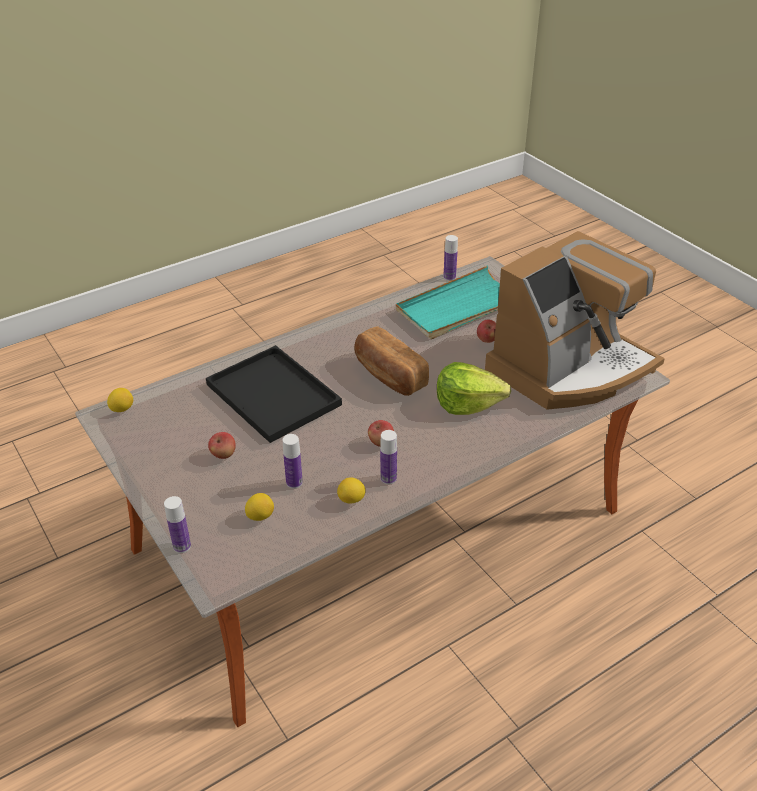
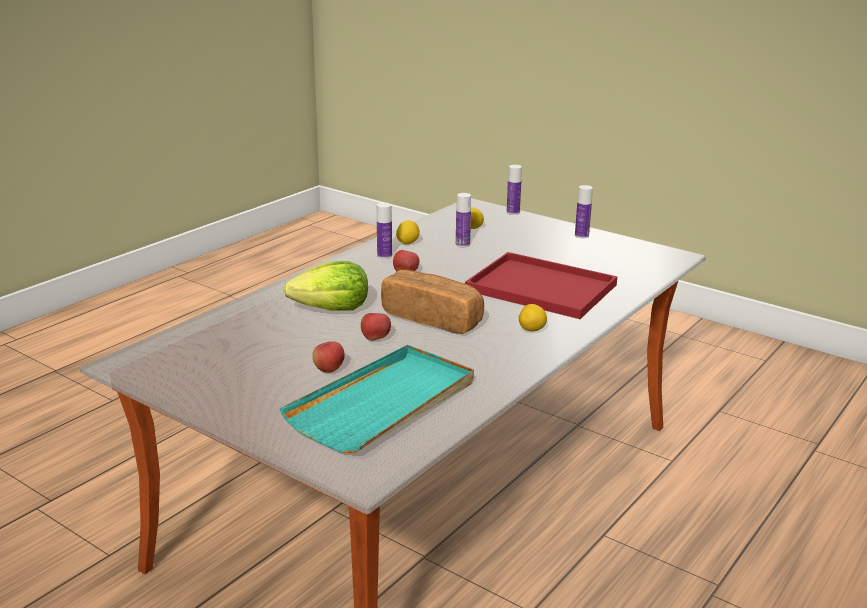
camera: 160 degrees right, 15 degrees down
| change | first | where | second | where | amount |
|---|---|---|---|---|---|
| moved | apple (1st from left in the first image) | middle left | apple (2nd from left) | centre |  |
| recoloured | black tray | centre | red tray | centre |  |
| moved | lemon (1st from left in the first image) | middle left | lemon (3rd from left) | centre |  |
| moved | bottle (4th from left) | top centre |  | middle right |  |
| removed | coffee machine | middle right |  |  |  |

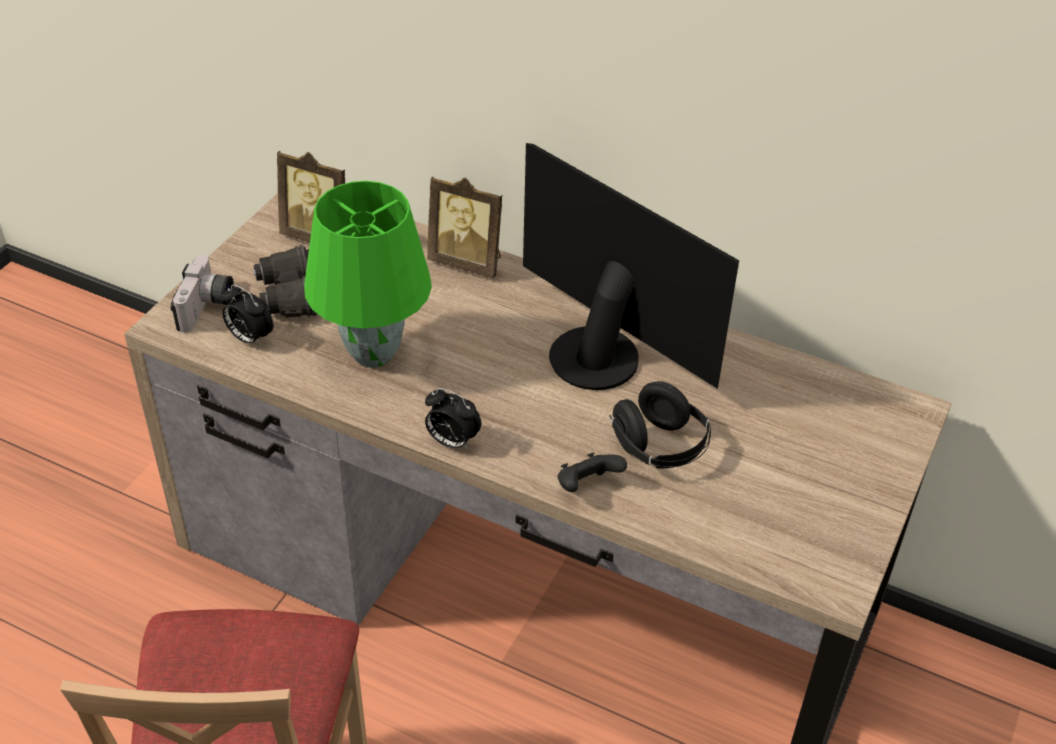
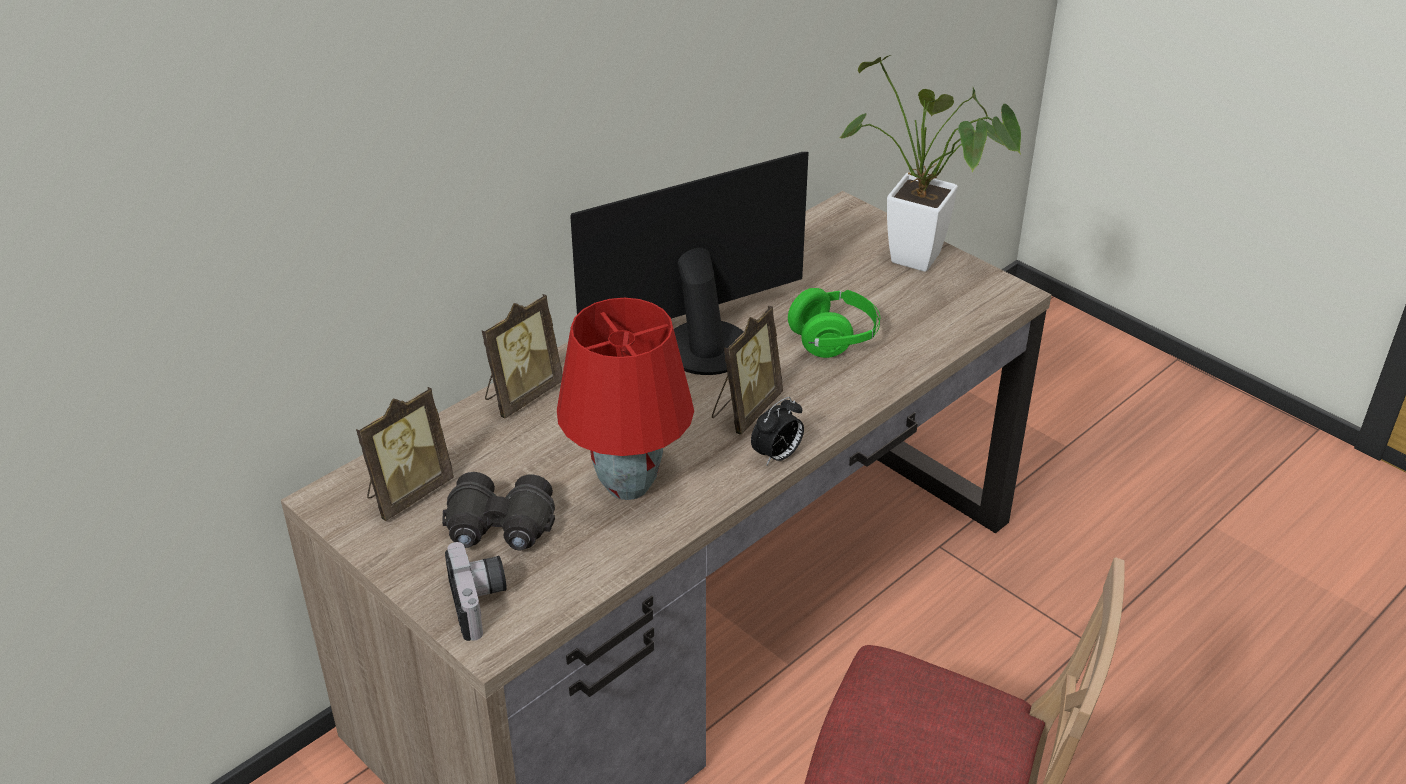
camera: 70 degrees left, 5 degrees down
| change | first | where | second | where | amount |
|---|---|---|---|---|---|
| turned | photo camera | middle left |  | bottom centre | 45 degrees clockwise |
| recoloured | green table lamp | centre | red table lamp | centre |  |
| added |  |  | picture frame (3rd from left) | centre |  |
| recoloured | black headphones | centre | green headphones | centre |  |
| added |  |  | potted plant | top centre |  |
| removed | alarm clock (1st from left) | middle left |  |  |  |
| removed | black game controller | centre |  |  |  |

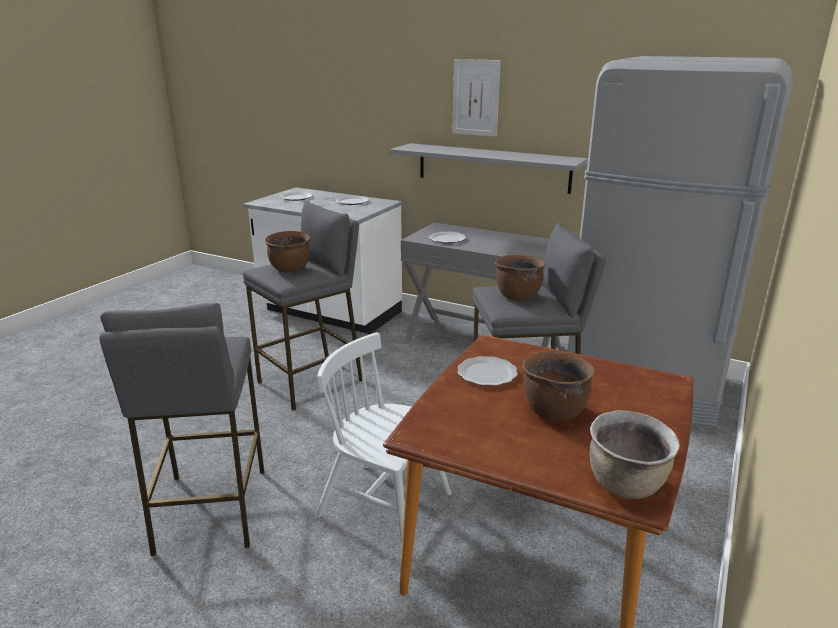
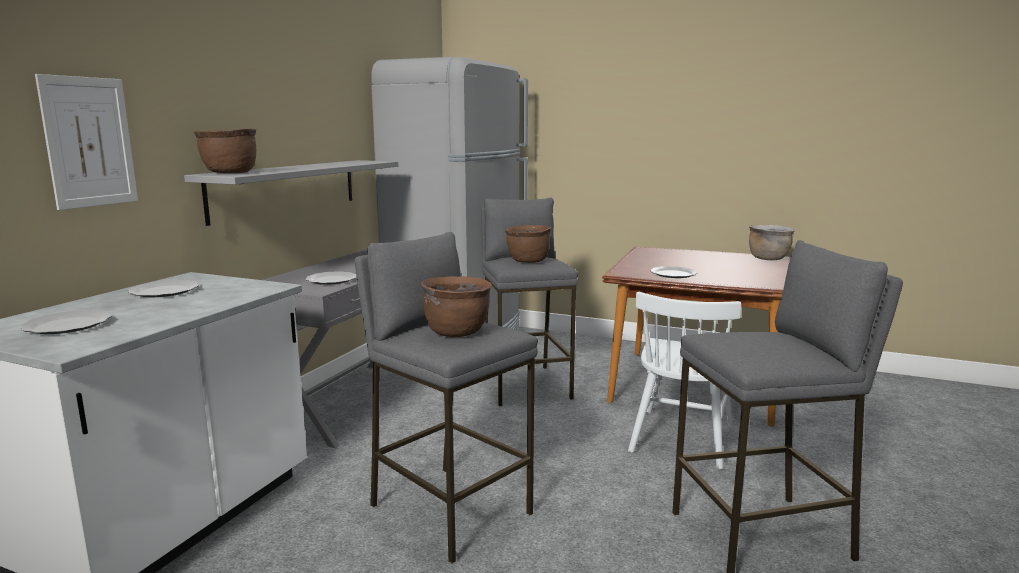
camera: 95 degrees left, 10 degrees down
| change | first | where | second | where | amount |
|---|---|---|---|---|---|
| moved | picture | top centre |  | top left |  |
| moved | brown cooking pot (3rd from left in the first image) | centre | brown cooking pot (1st from left) | top left |  |

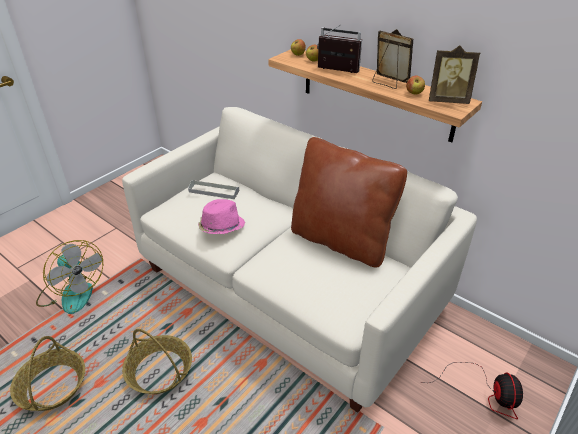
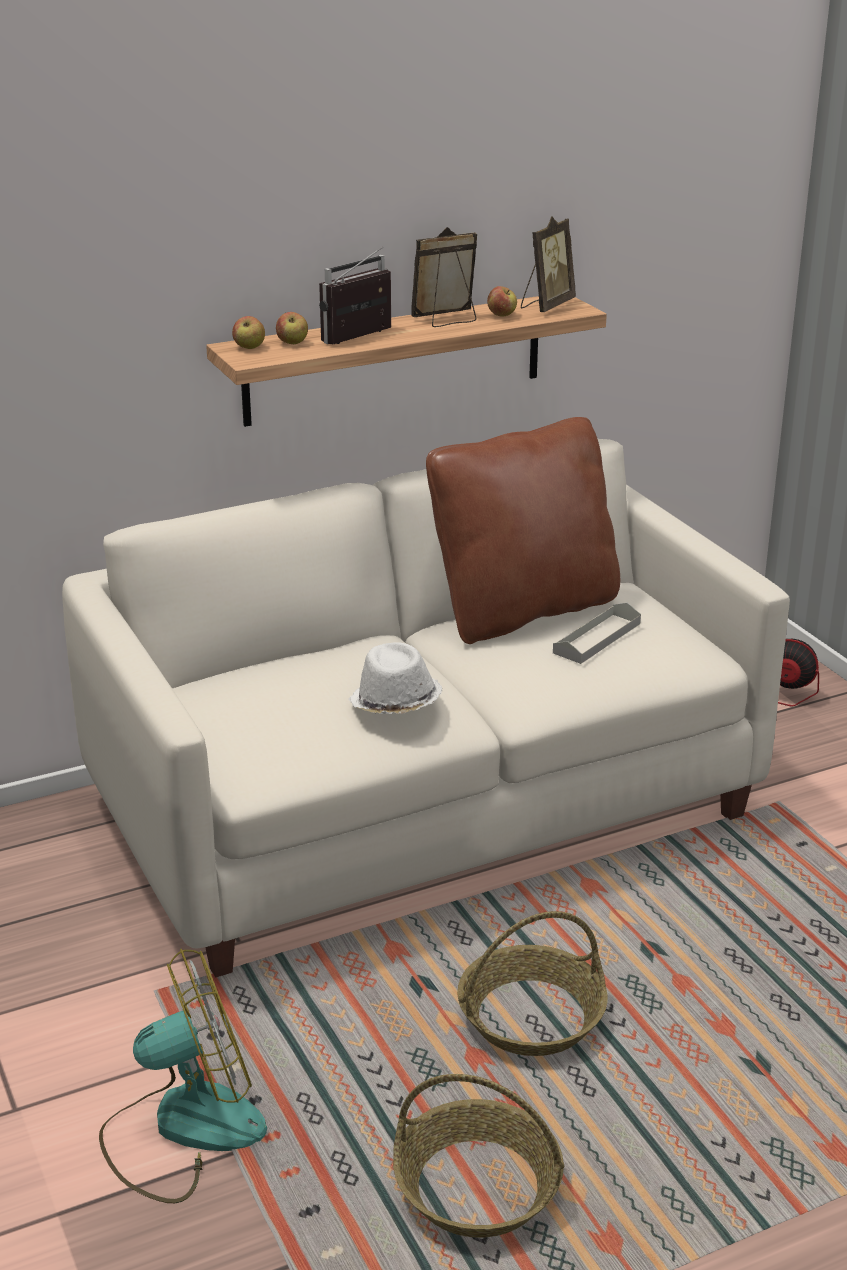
camera: 65 degrees left, 10 degrees down
| change | first | where | second | where | amount |
|---|---|---|---|---|---|
| recoloured | pink hat | centre | white hat | centre |  |
| moved | grey tray | centre |  | middle right |  |

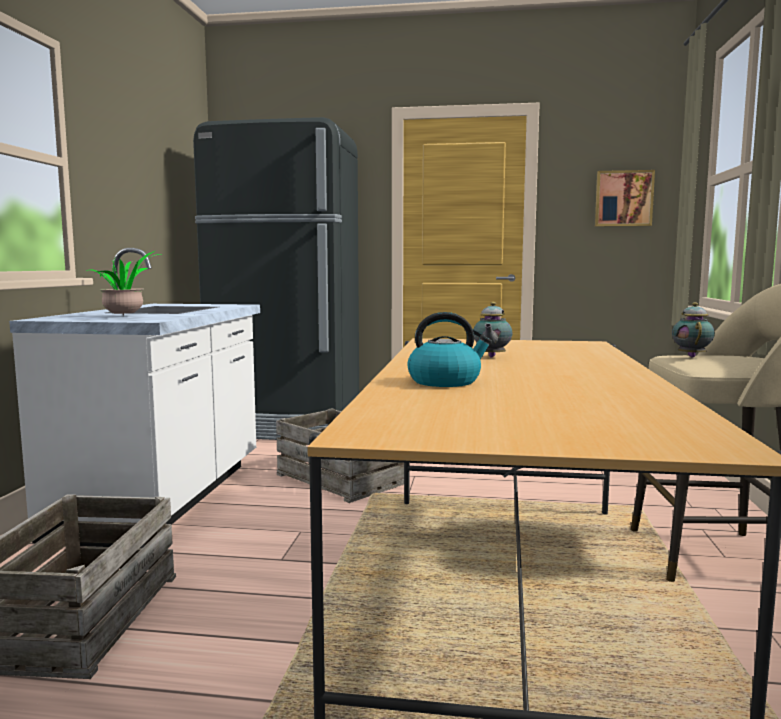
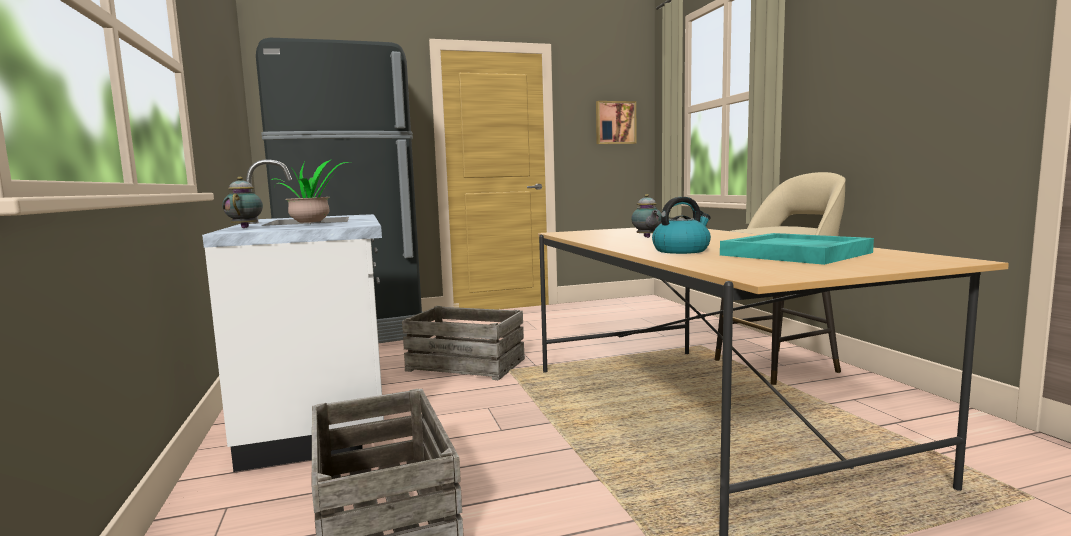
camera: 25 degrees left, 0 degrees up
| change | first | where | second | where | amount |
|---|---|---|---|---|---|
| moved | teapot (2nd from left in the first image) | middle right | teapot (1st from left) | middle left |  |
| added |  |  | turquoise tray | middle right |  |

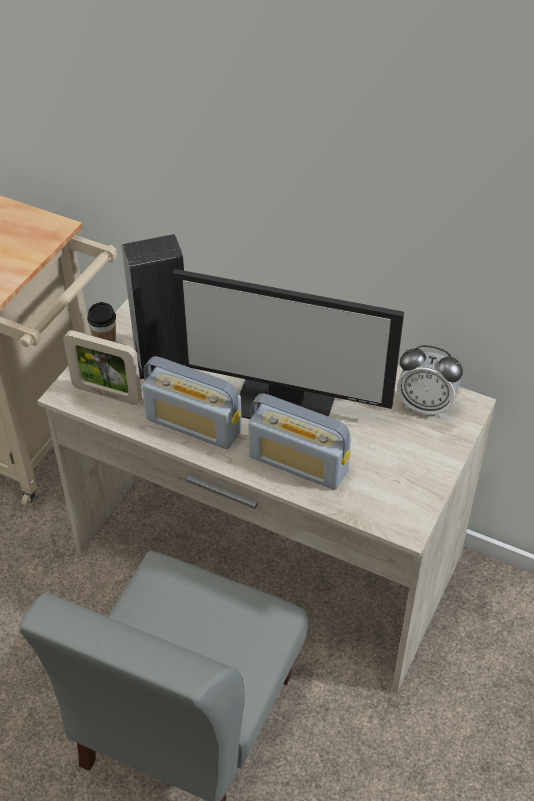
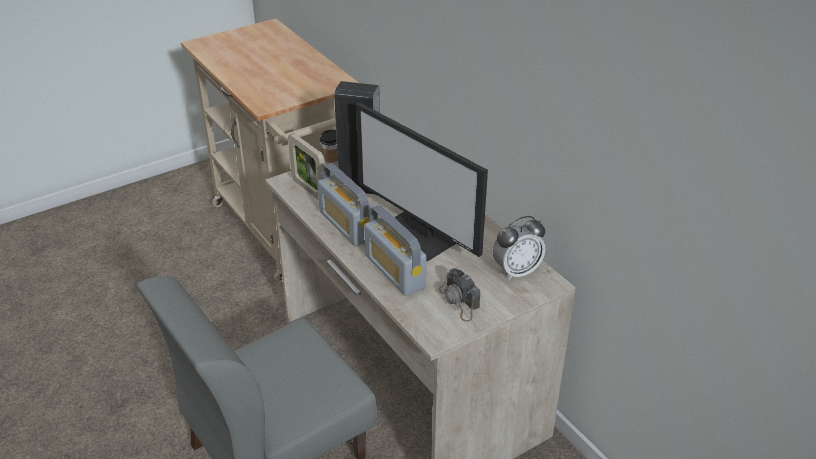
camera: 30 degrees right, 10 degrees down
| change | first | where | second | where | amount |
|---|---|---|---|---|---|
| added |  |  | photo camera | centre |  |
| turned | alarm clock | middle right |  | centre | 75 degrees counterclockwise |

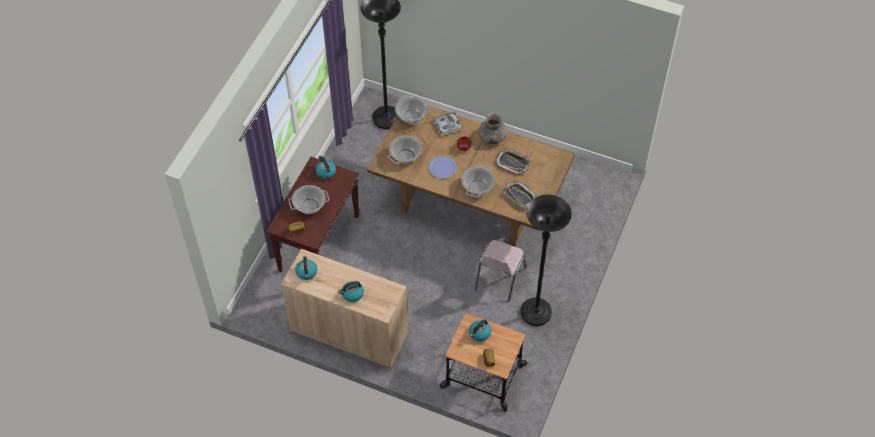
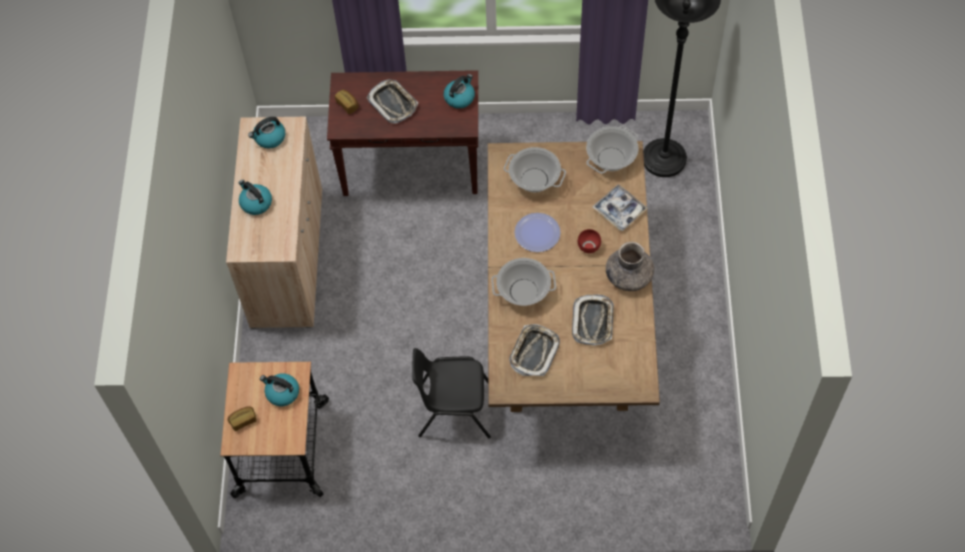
camera: 70 degrees right, 5 degrees up
| change | first | where | second | where | amount |
|---|---|---|---|---|---|
| replaced | cooking pot (1st from left) | centre | tray (1st from left) | top centre |  |
| recoloured | pink chair | centre | black chair | bottom centre |  |
| removed | black floor lamp (2nd from left) | centre |  |  |  |

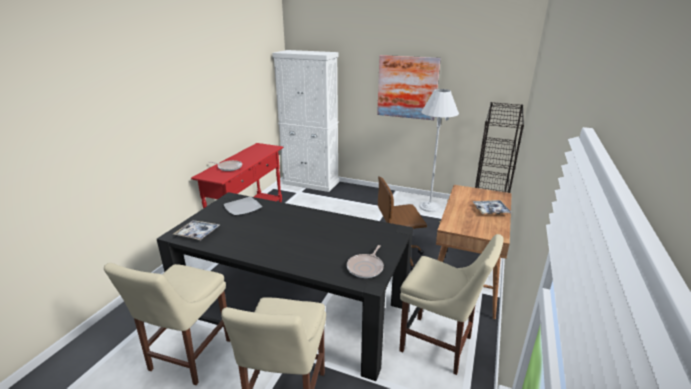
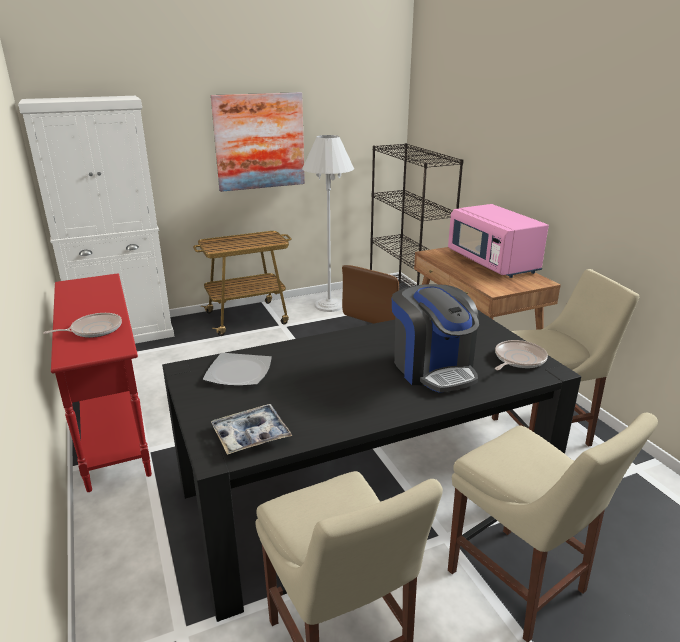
camera: 45 degrees left, 0 degrees up
| change | first | where | second | where | amount |
|---|---|---|---|---|---|
| added |  |  | cart | centre |  |
| added |  |  | coffee machine | centre |  |
| replaced | tray (2nd from left) | middle right | pink microwave | middle right |  |
| turned | frying pan (2nd from left) | bottom centre |  | middle right | 120 degrees counterclockwise |

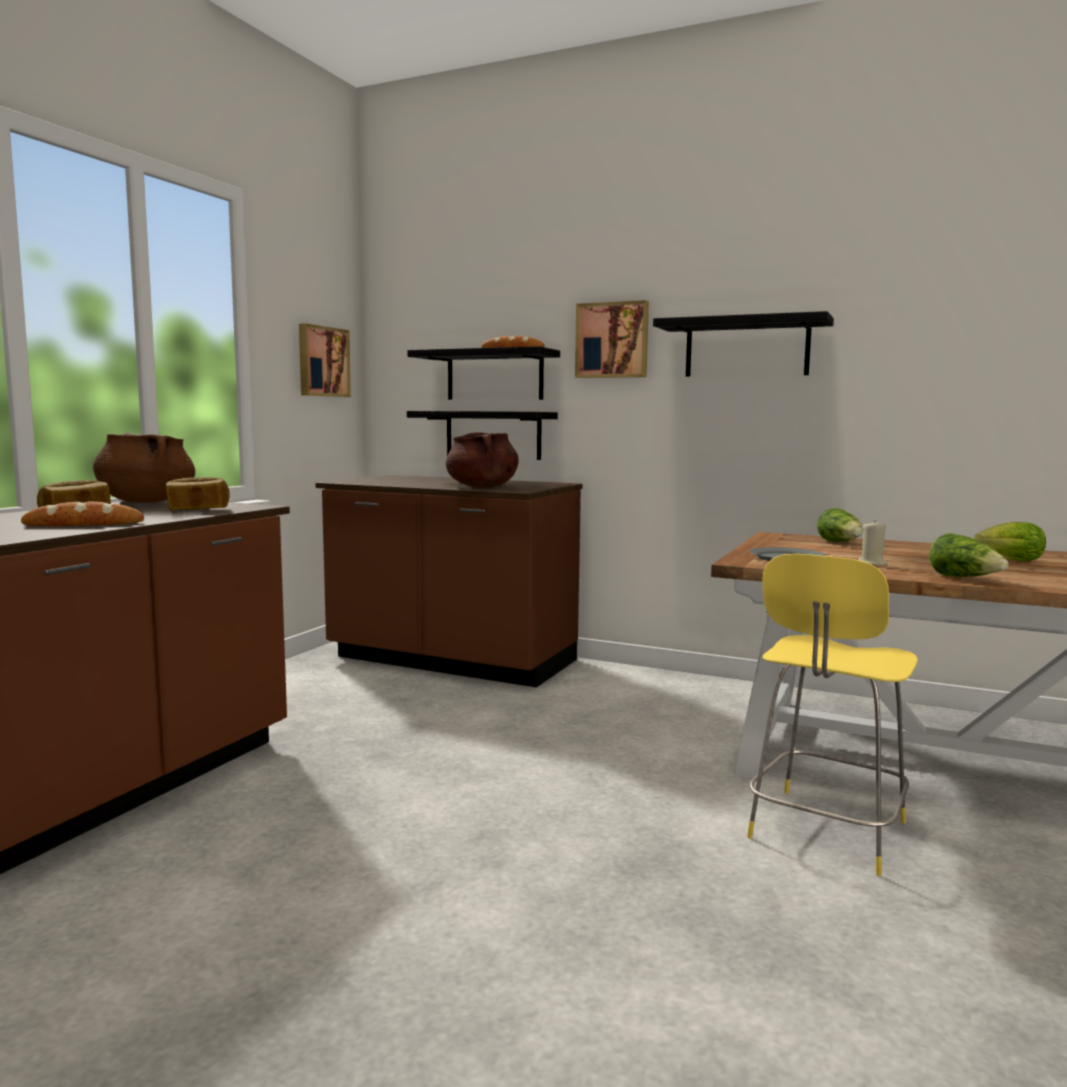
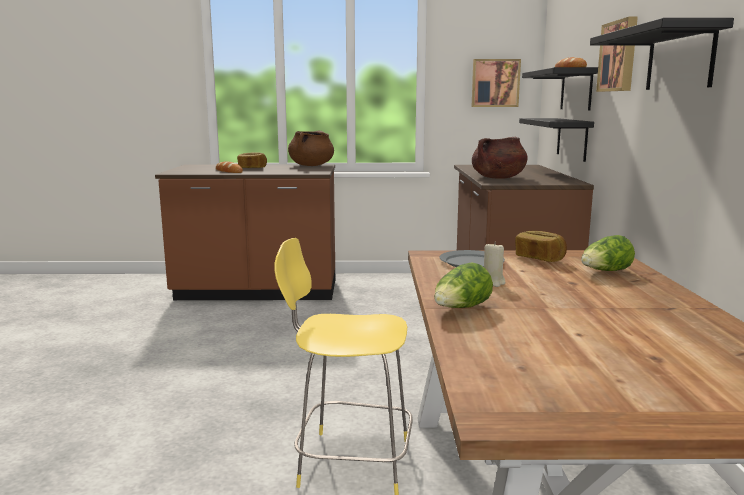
camera: 65 degrees right, 5 degrees up
| change | first | where | second | where | amount |
|---|---|---|---|---|---|
| moved | bread (3rd from left) | middle left |  | middle right |  |
| removed | lettuce (3rd from left) | middle right |  |  |  |

